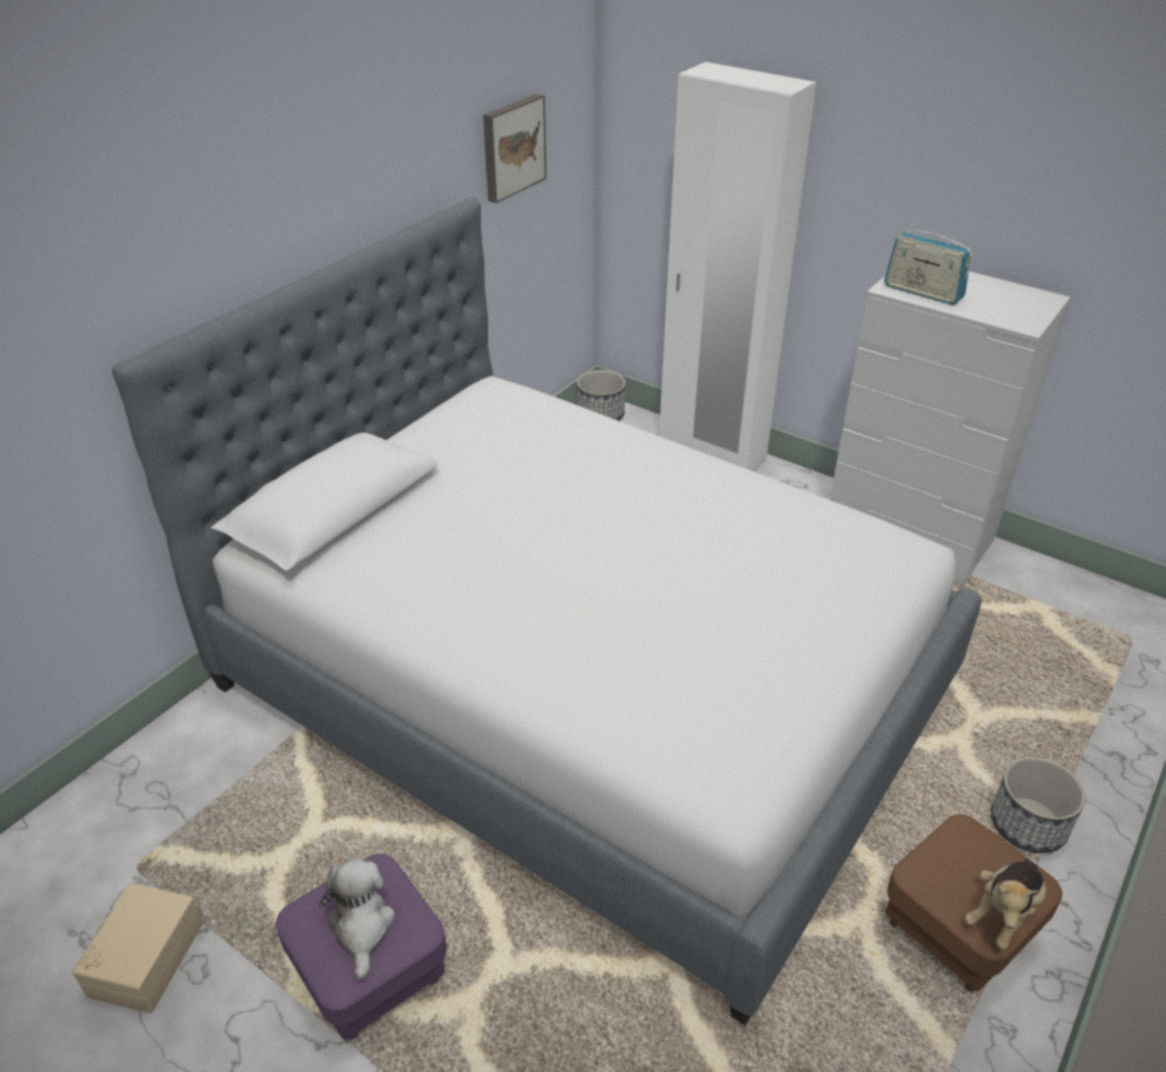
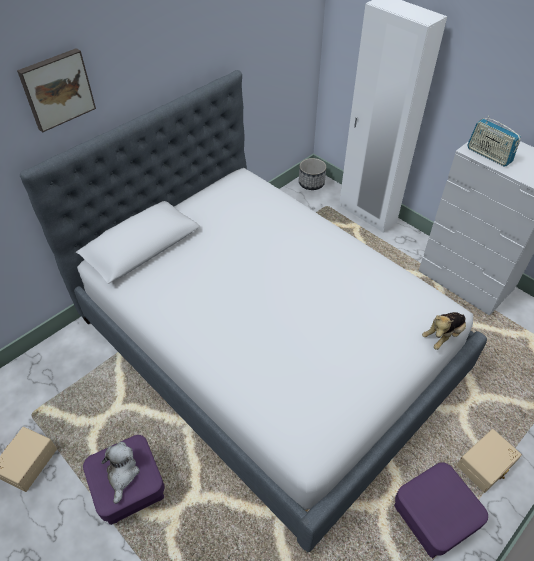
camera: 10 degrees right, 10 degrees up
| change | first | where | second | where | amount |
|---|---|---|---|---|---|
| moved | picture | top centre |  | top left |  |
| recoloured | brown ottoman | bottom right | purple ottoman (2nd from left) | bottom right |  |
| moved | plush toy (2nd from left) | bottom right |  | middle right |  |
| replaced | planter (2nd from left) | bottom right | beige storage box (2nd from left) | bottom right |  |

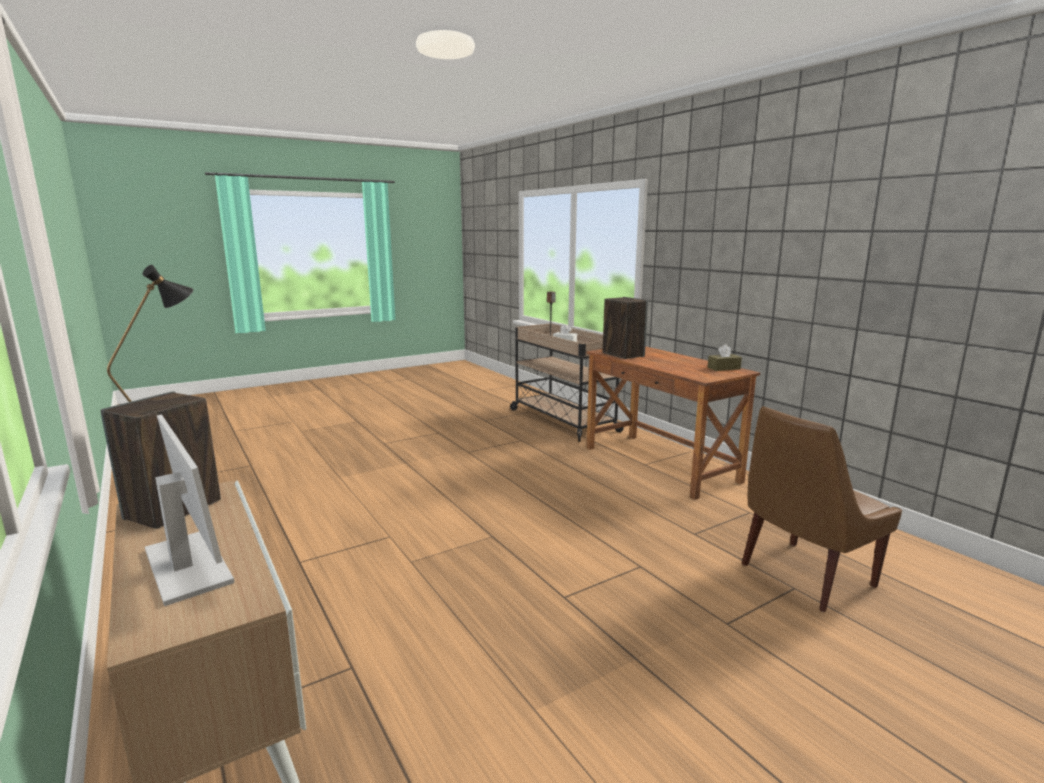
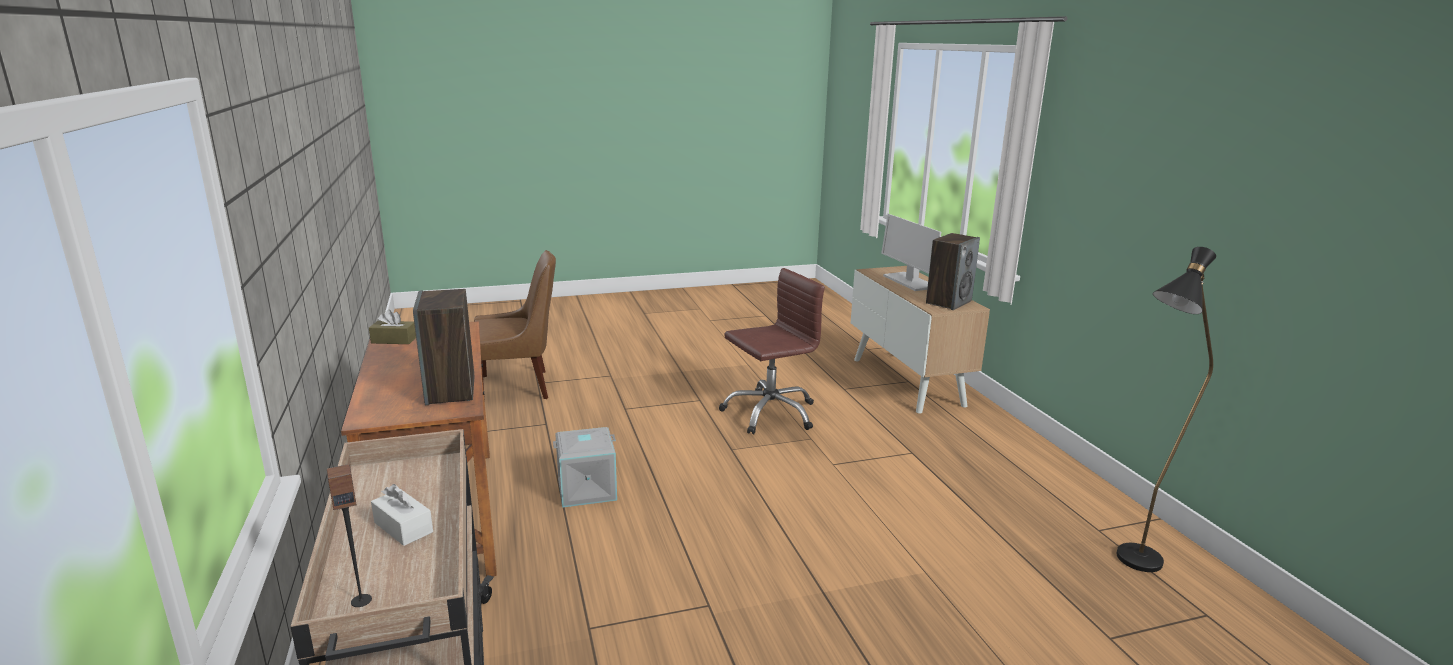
camera: 165 degrees left, 5 degrees up
| change | first | where | second | where | amount |
|---|---|---|---|---|---|
| added |  |  | grey storage box | bottom centre |  |
| added |  |  | brown office chair | centre |  |

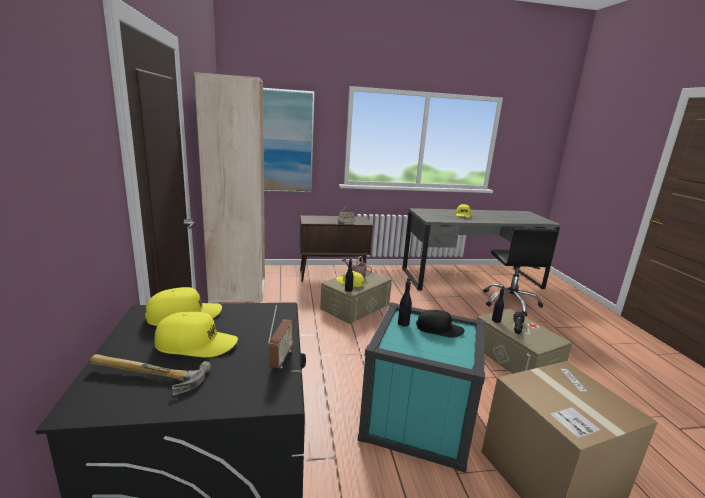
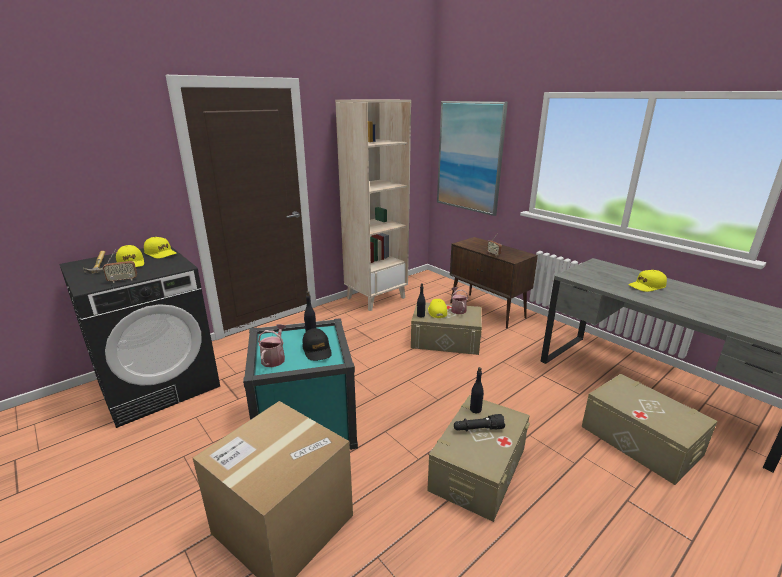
camera: 60 degrees right, 5 degrees up
| change | first | where | second | where | amount |
|---|---|---|---|---|---|
| added |  |  | watering can (1st from left) | centre |  |
| replaced | black office chair | middle right | beige storage box (3rd from left) | bottom right |  |

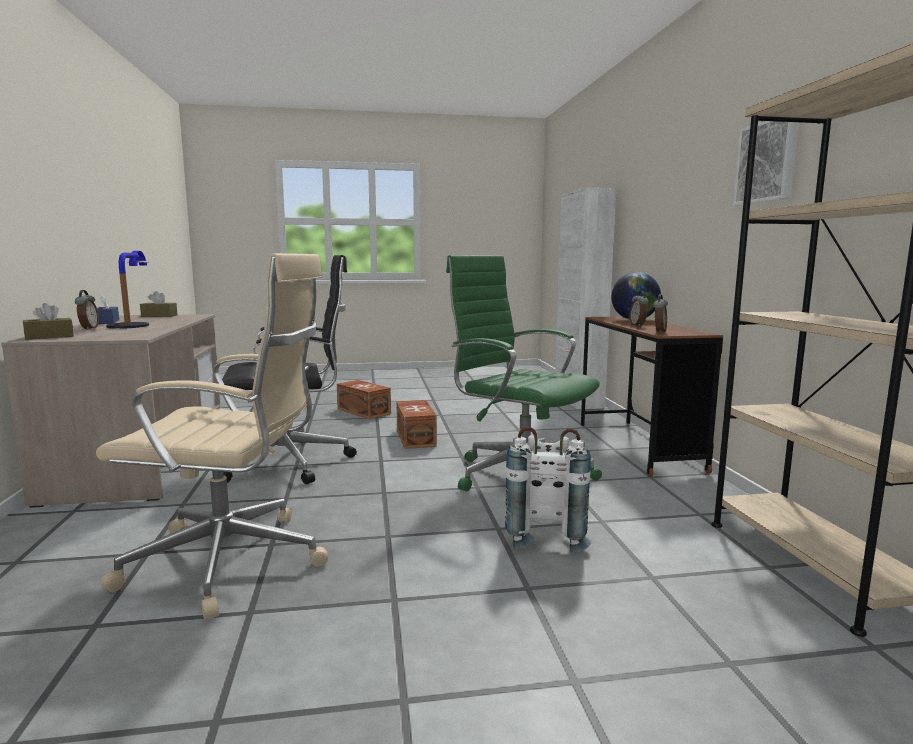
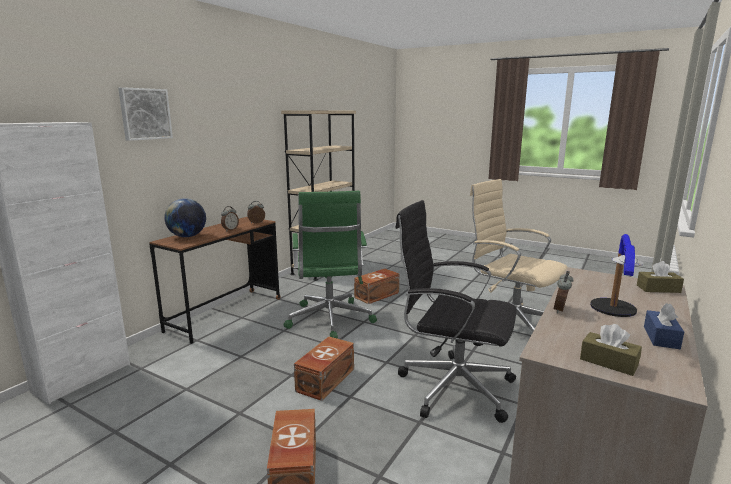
camera: 140 degrees left, 5 degrees up
| change | first | where | second | where | amount |
|---|---|---|---|---|---|
| moved | picture | top right |  | top left |  |
| replaced | white backpack | centre | brown storage box (3rd from left) | centre |  |
| moved | alarm clock (1st from left in the first image) | middle left | alarm clock (3rd from left) | middle right |  |

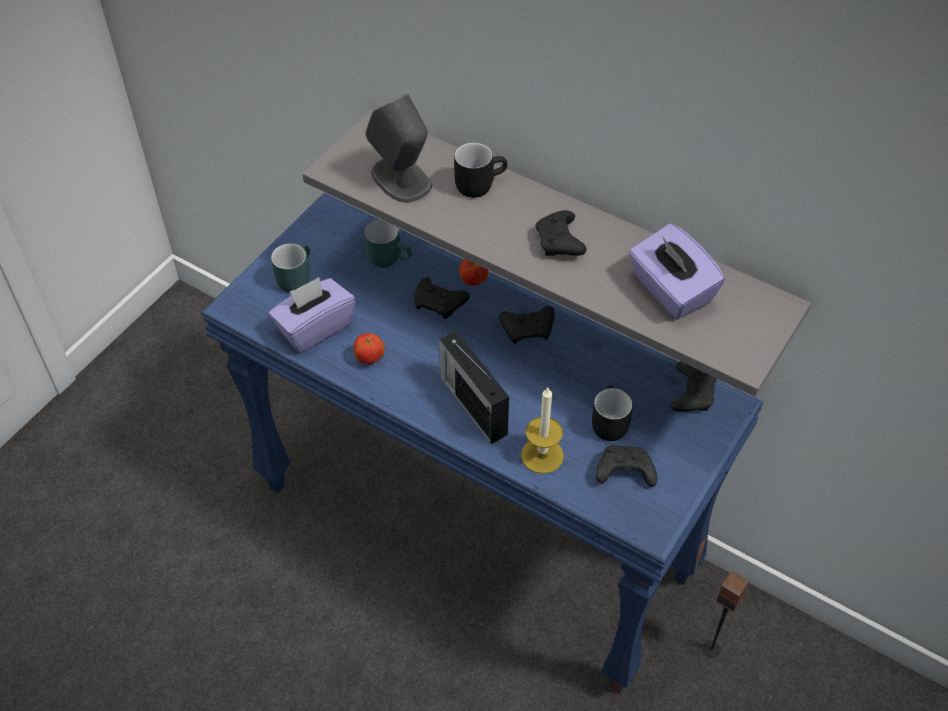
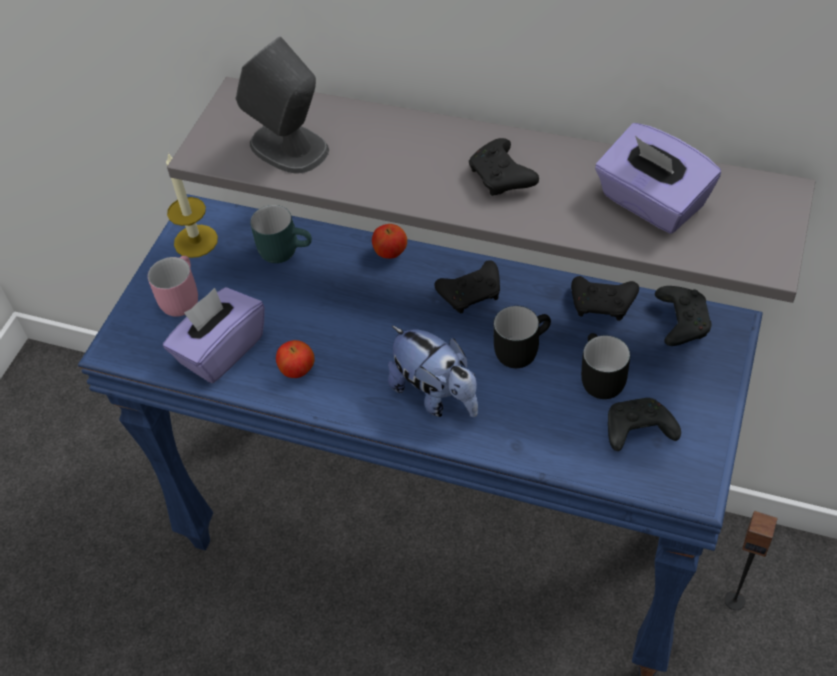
camera: 10 degrees left, 0 degrees up
| change | first | where | second | where | amount |
|---|---|---|---|---|---|
| recoloured | turquoise mug (1st from left) | middle left | pink mug | middle left |  |
| moved | candle | centre |  | top left |  |
| replaced | radio | centre | plush toy | centre |  |
| moved | black mug (1st from left) | top centre |  | centre |  |
| moved | black game controller (1st from left in the first image) | centre | black game controller (3rd from left) | middle right |  |

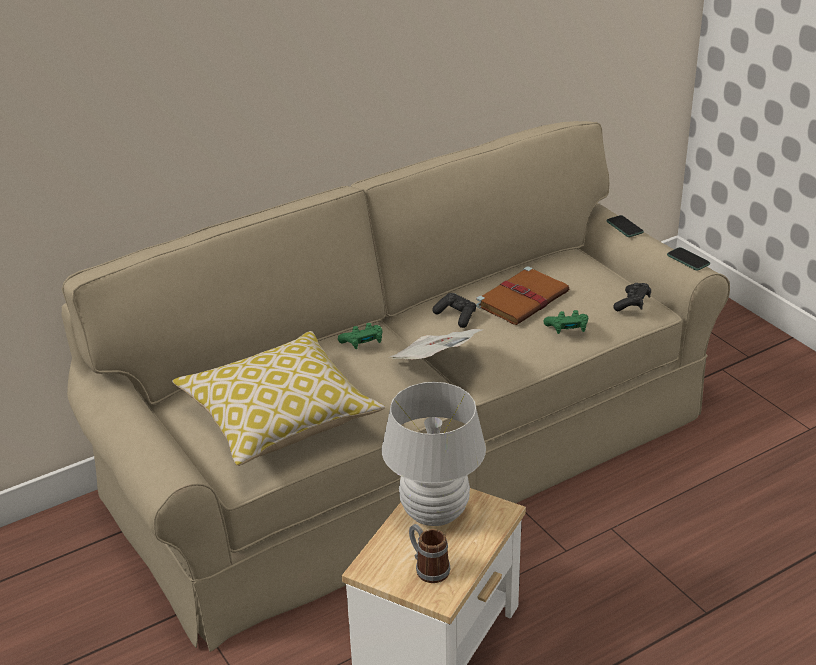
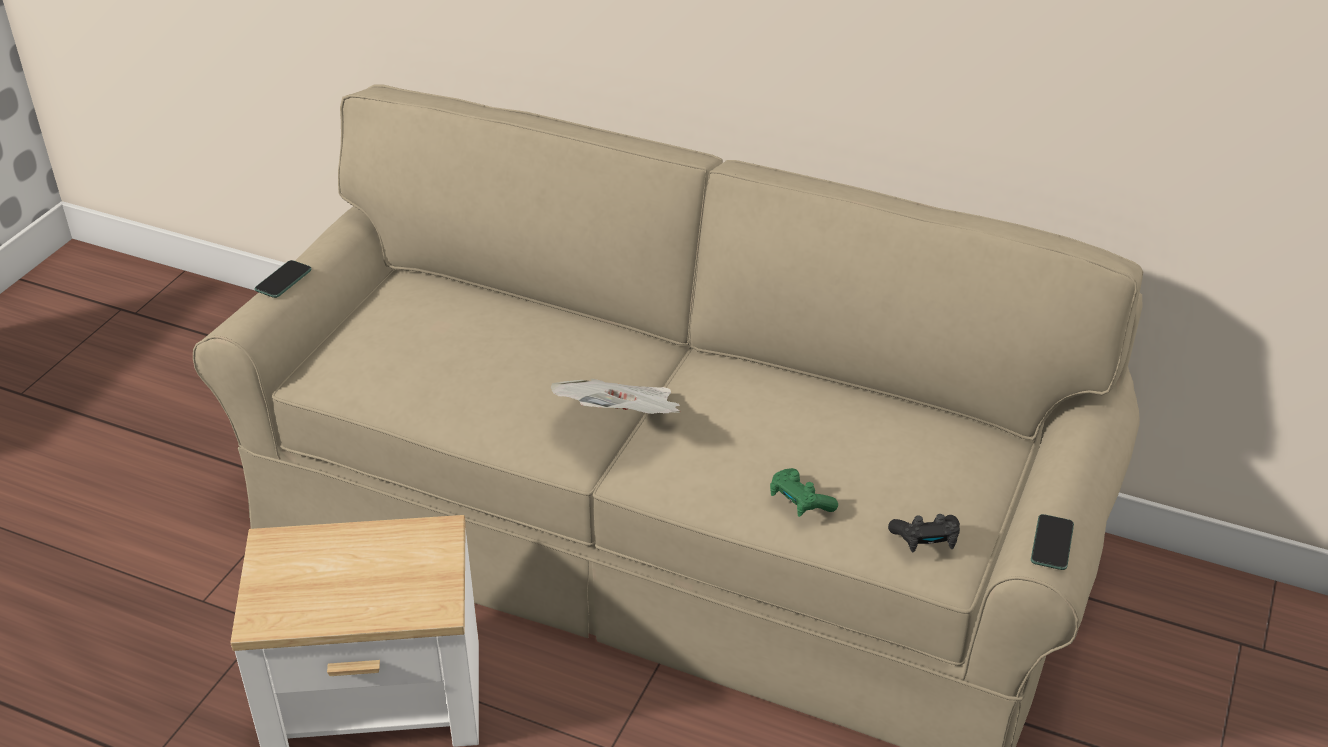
camera: 55 degrees right, 5 degrees up
| change | first | where | second | where | amount |
|---|---|---|---|---|---|
| moved | phone (1st from left) | middle right |  | middle left |  |
| removed | pillow | centre |  |  |  |
| removed | green game controller (1st from left) | centre |  |  |  |
| removed | white table lamp | bottom centre |  |  |  |
| removed | mug | bottom centre |  |  |  |
| removed | black game controller (1st from left) | centre |  |  |  |
| removed | brown book | centre |  |  |  |

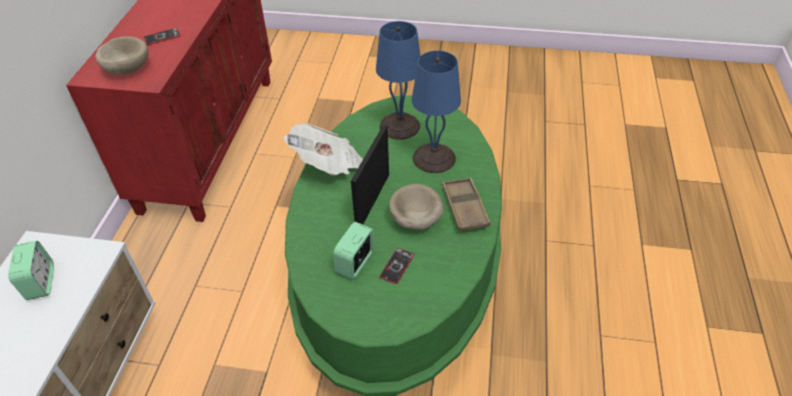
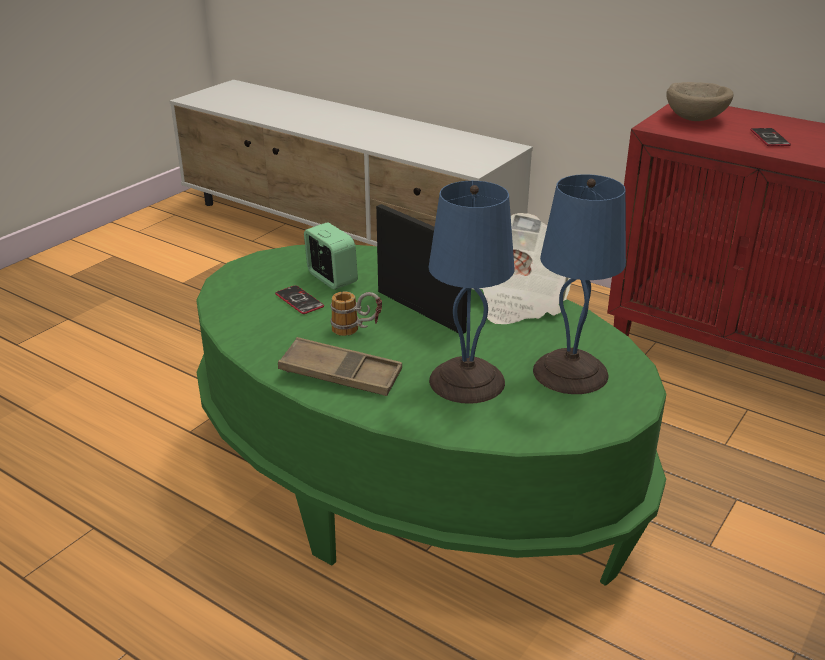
camera: 115 degrees right, 15 degrees down
| change | first | where | second | where | amount |
|---|---|---|---|---|---|
| replaced | beige bowl (2nd from left) | centre | mug | centre |  |
| removed | alarm clock (1st from left) | bottom left |  |  |  |

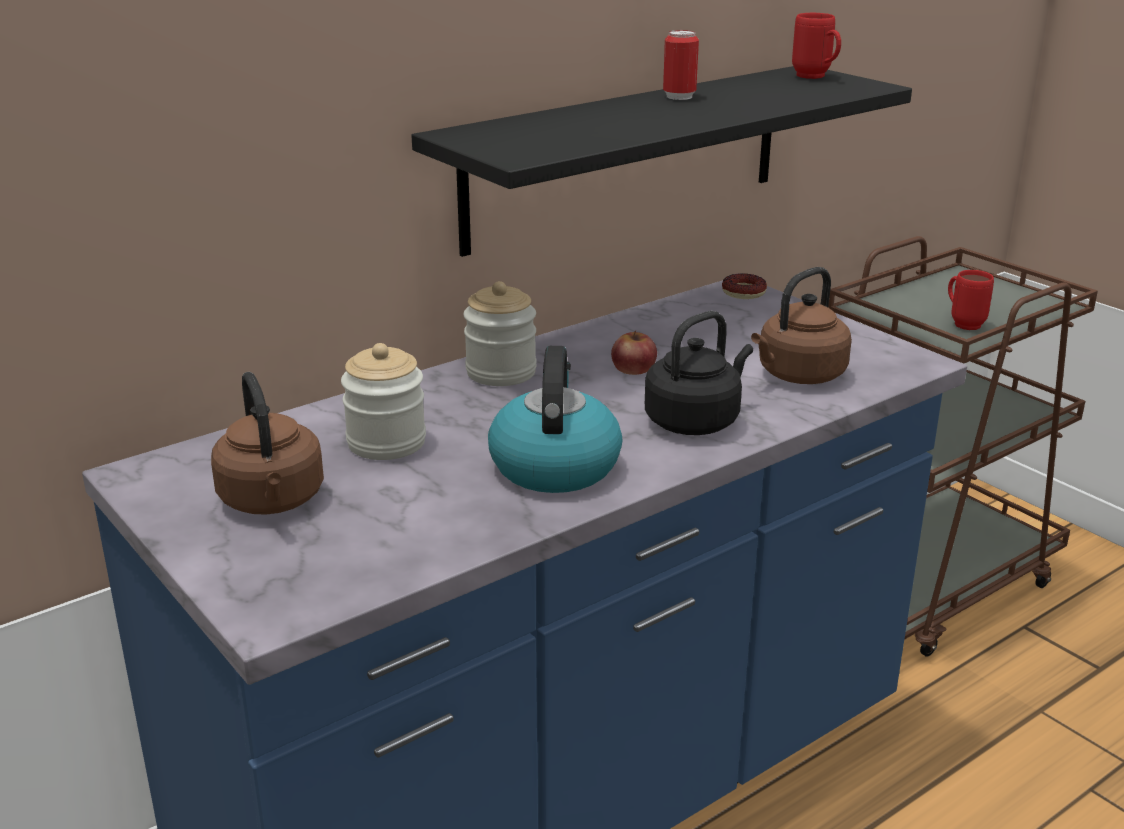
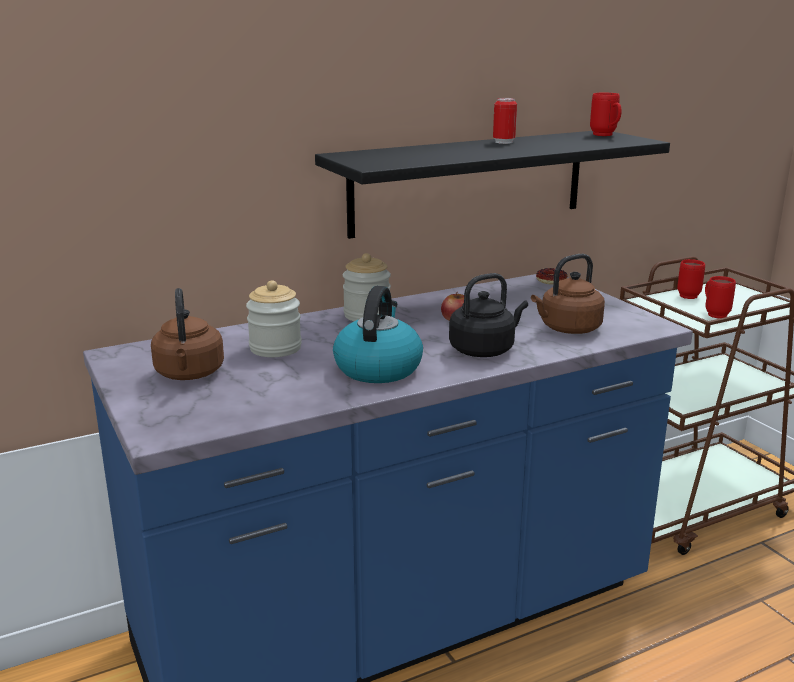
camera: 10 degrees right, 5 degrees down
| change | first | where | second | where | amount |
|---|---|---|---|---|---|
| added |  |  | red mug (2nd from left) | middle right |  |

